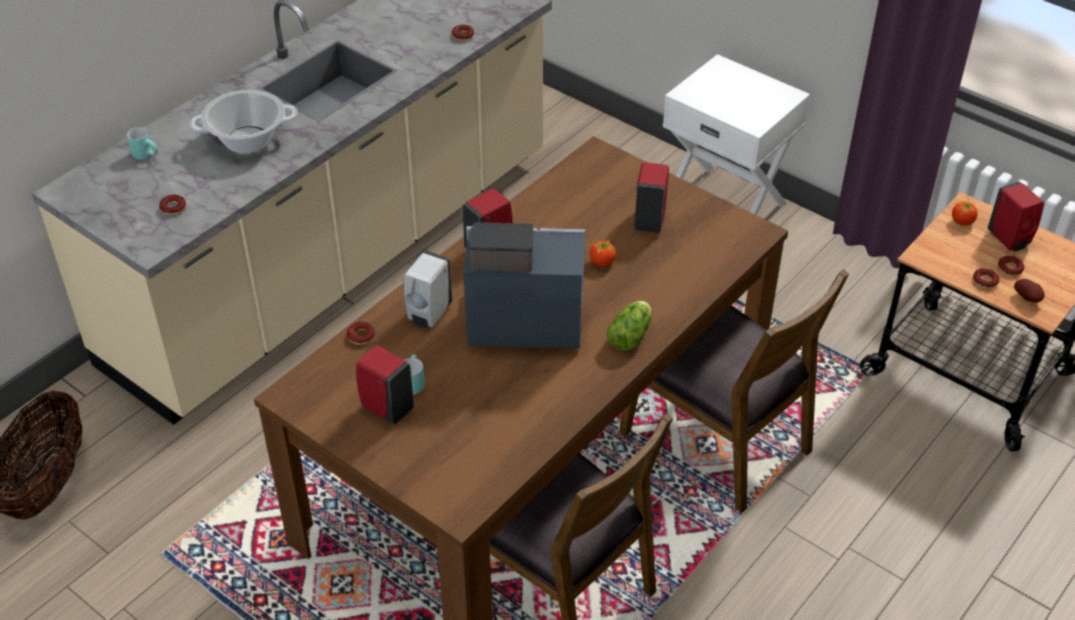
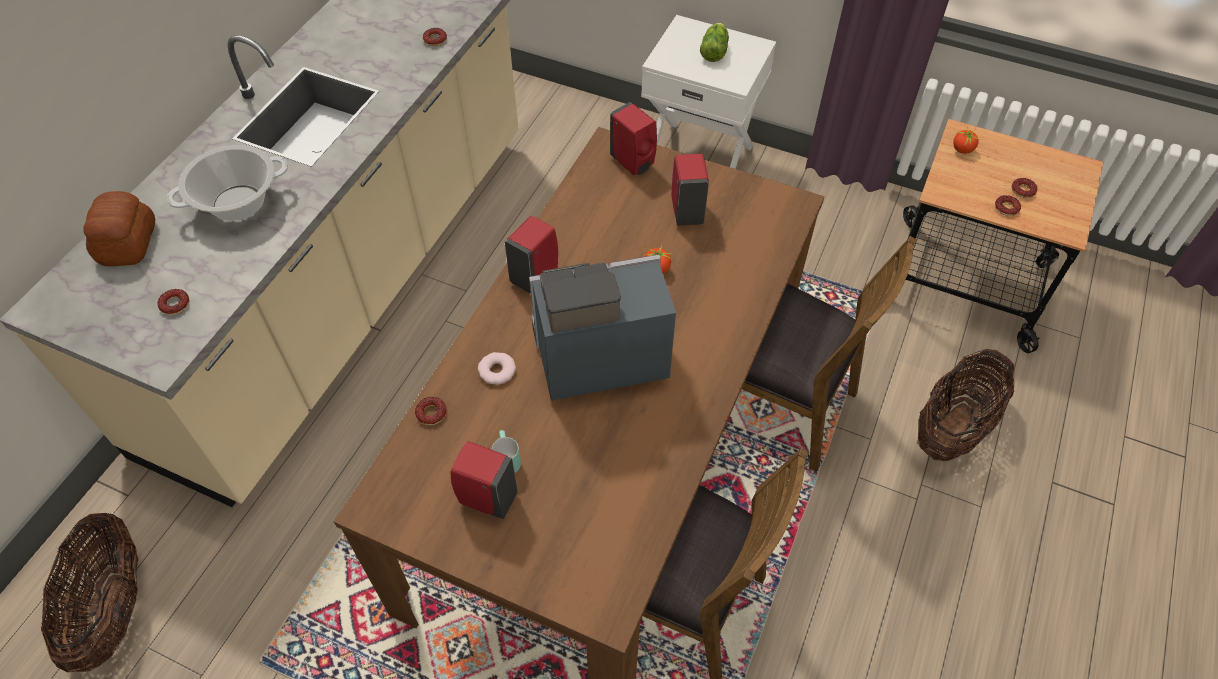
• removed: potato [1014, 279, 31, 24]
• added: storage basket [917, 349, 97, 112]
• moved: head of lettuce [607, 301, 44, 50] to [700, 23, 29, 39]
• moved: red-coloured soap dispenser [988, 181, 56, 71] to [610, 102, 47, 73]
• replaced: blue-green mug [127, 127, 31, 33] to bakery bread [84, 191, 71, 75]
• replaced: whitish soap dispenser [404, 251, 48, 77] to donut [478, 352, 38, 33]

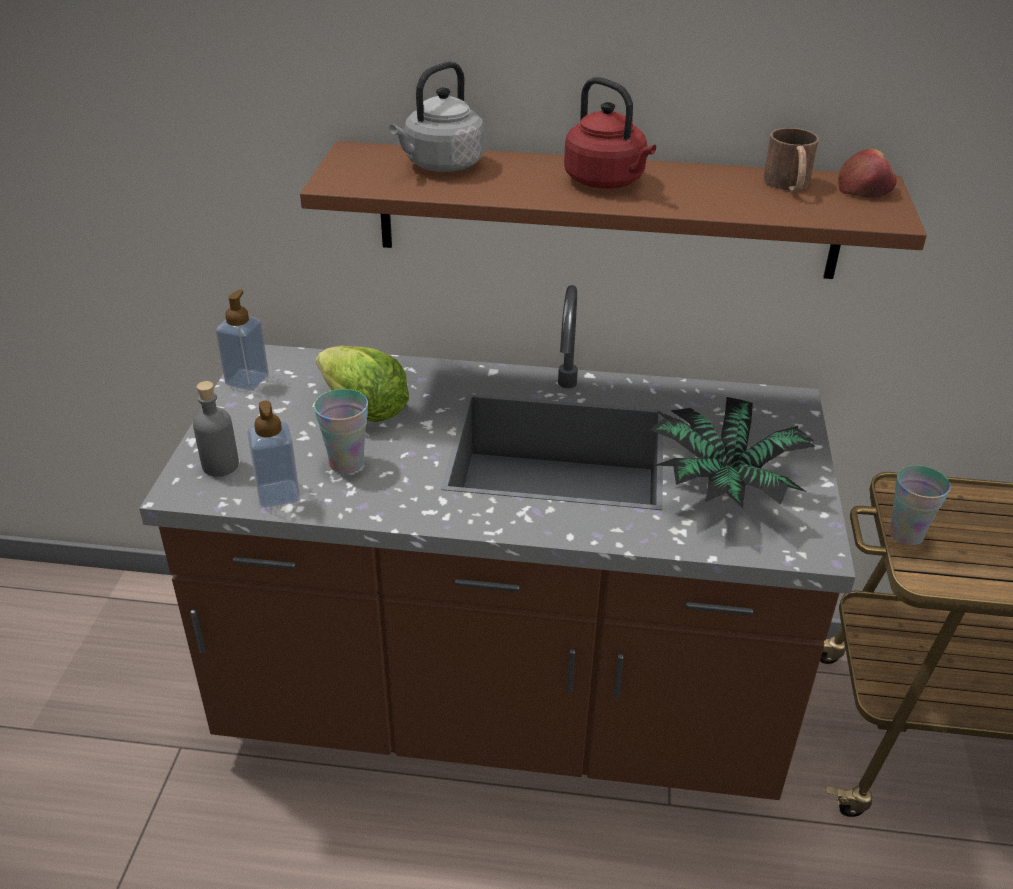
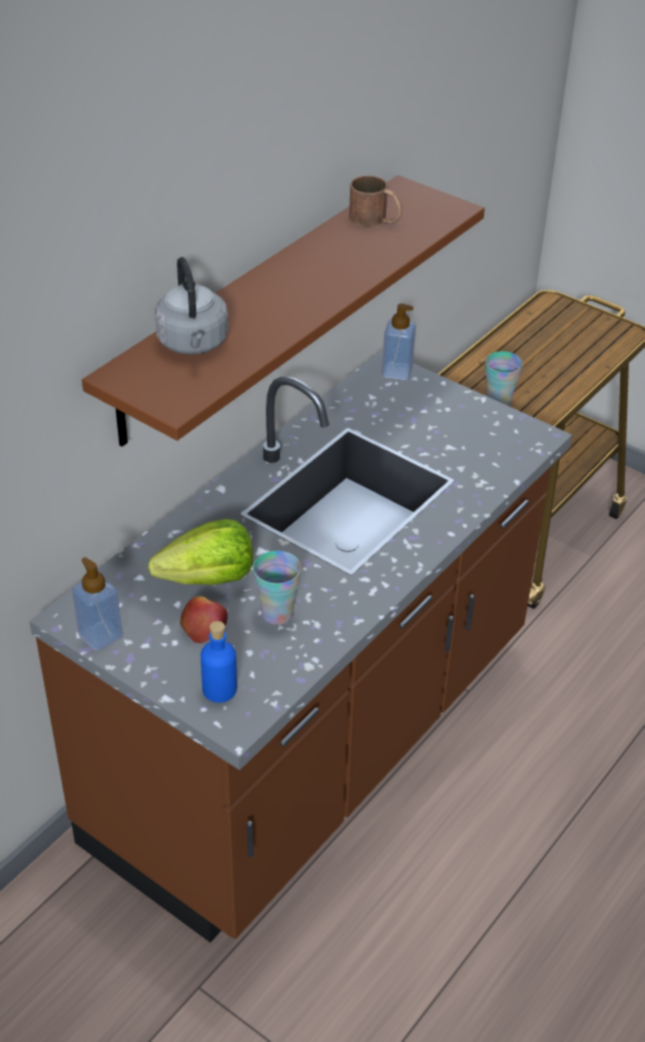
• removed: red-coloured water kettle [564, 77, 92, 111]
• removed: houseplant [649, 397, 166, 111]
• moved: soap dispenser [247, 401, 53, 106] to [382, 304, 34, 76]
• moved: apple fruit [838, 149, 59, 49] to [180, 596, 48, 47]
• recoloured: gray beverage bottle [193, 381, 46, 96] to blue beverage bottle [201, 621, 36, 82]

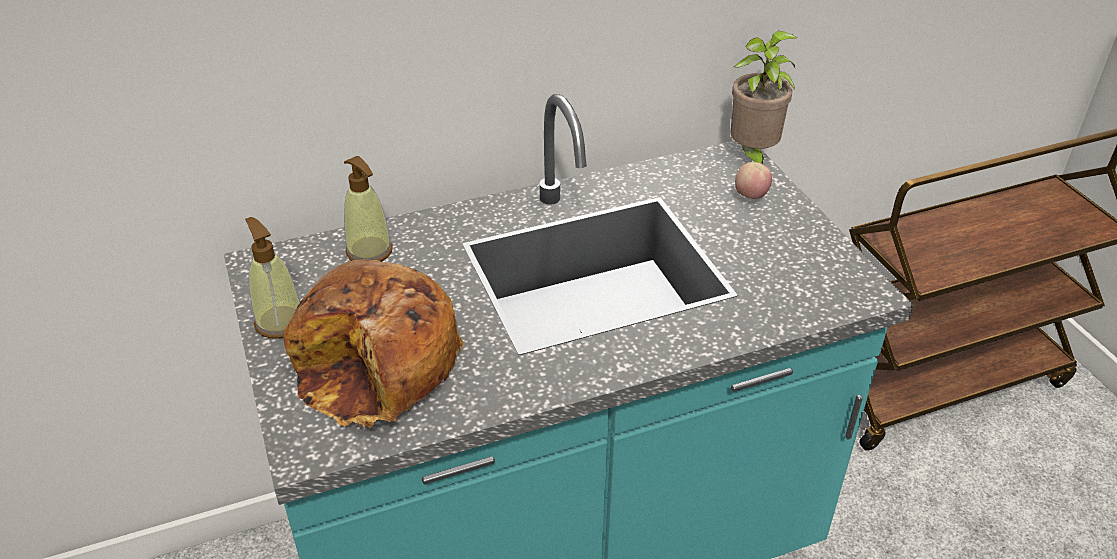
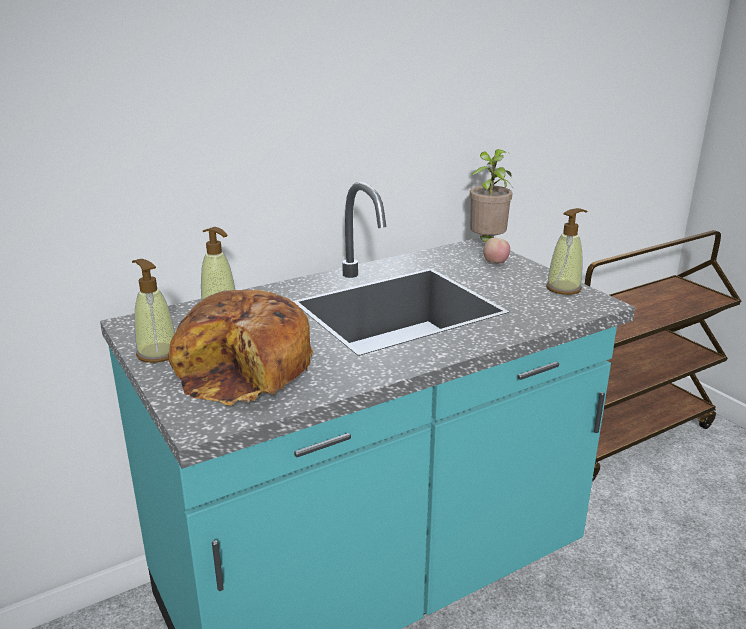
• added: soap dispenser [546, 208, 41, 87]

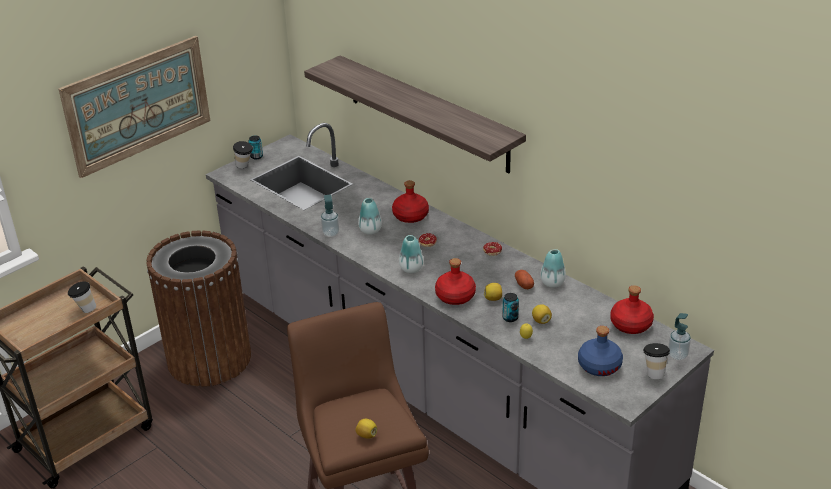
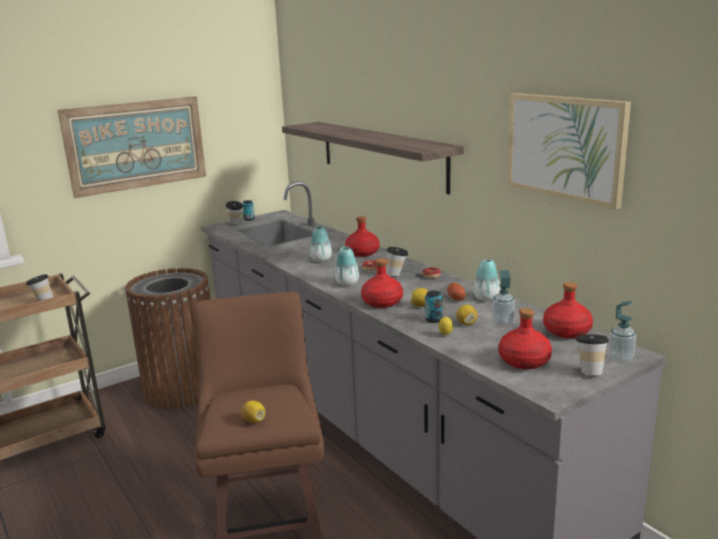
• added: small cup [386, 247, 22, 29]
• added: wall art [507, 93, 124, 116]
• moved: soap dispenser [321, 195, 18, 42] to [492, 270, 23, 55]
• recoloured: blue beverage bottle [578, 326, 45, 50] to red-coloured beverage bottle [498, 308, 54, 61]

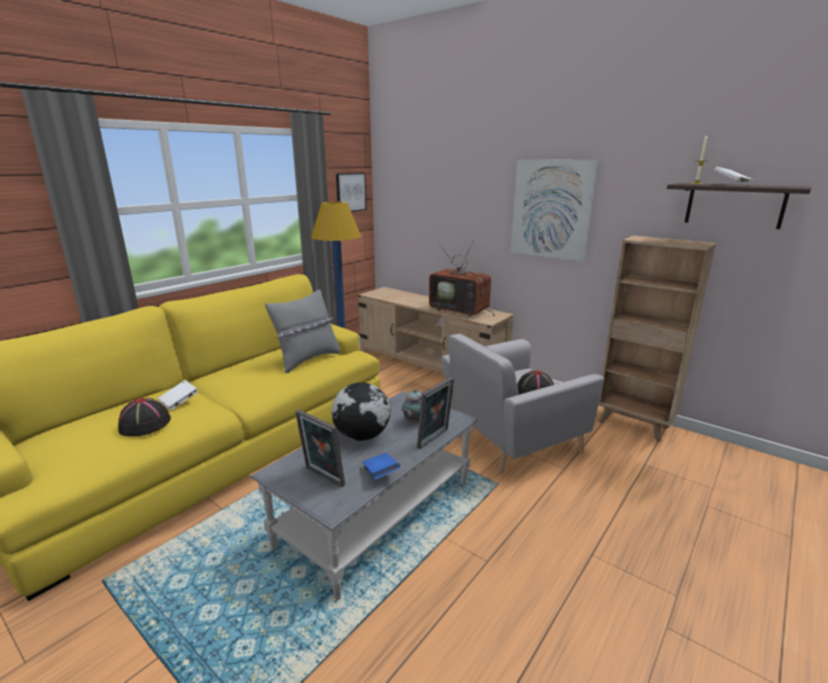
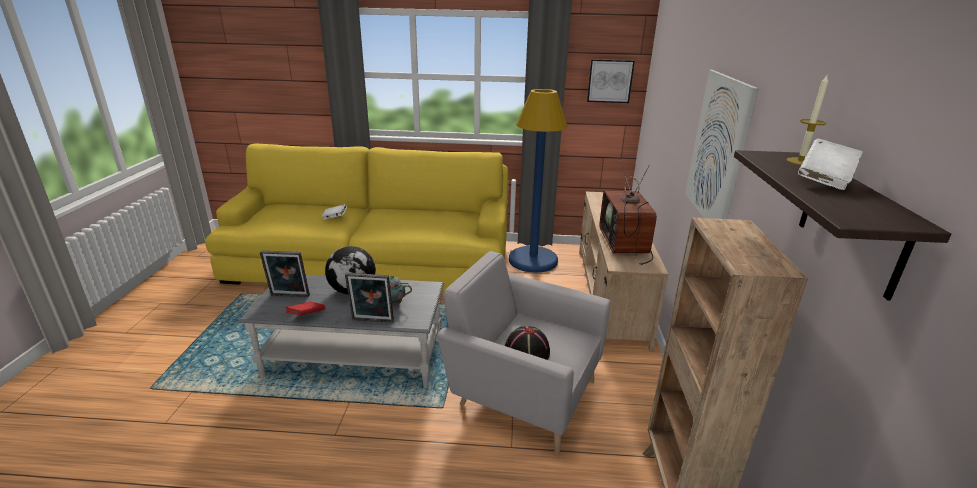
• removed: blackish hat [118, 398, 53, 38]
• removed: gray pillow [265, 289, 75, 84]
• recoloured: blue volume [362, 453, 38, 27] to red-coloured volume [285, 302, 40, 13]
• turned: standing frame [295, 410, 50, 77] = [260, 250, 50, 47] 90 degrees counterclockwise

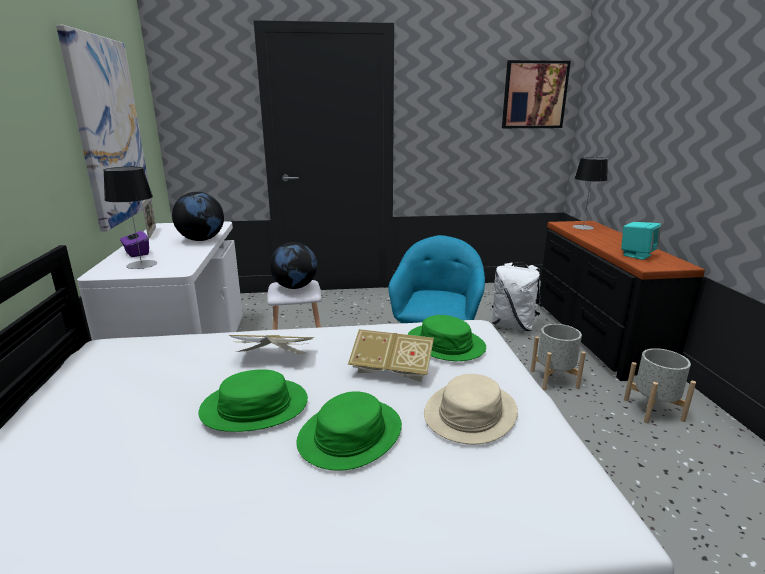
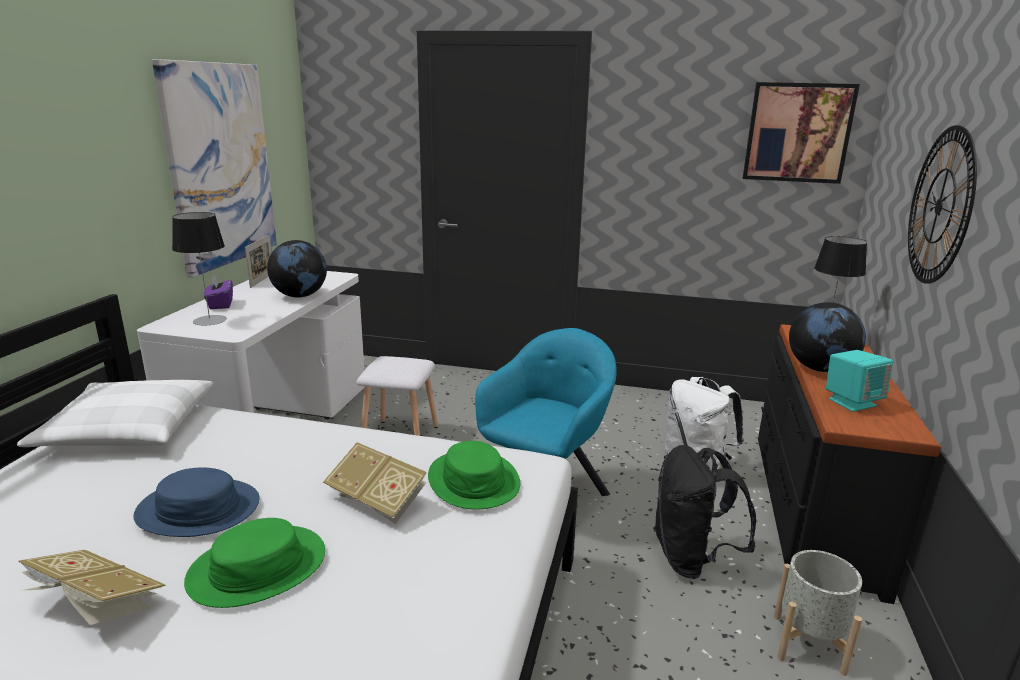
• removed: beige hat [424, 374, 94, 70]
• added: whitish pillow [17, 380, 196, 67]
• added: hanging clock [908, 125, 69, 159]
• moved: volume [229, 335, 85, 20] to [18, 550, 147, 75]
• moved: world globe [270, 242, 47, 47] to [789, 302, 77, 70]
• replaced: gray planter [531, 324, 55, 66] to blackish rucksack [653, 445, 103, 134]
• recoloured: greenish hat [198, 369, 110, 63] to blue hat [133, 467, 127, 70]

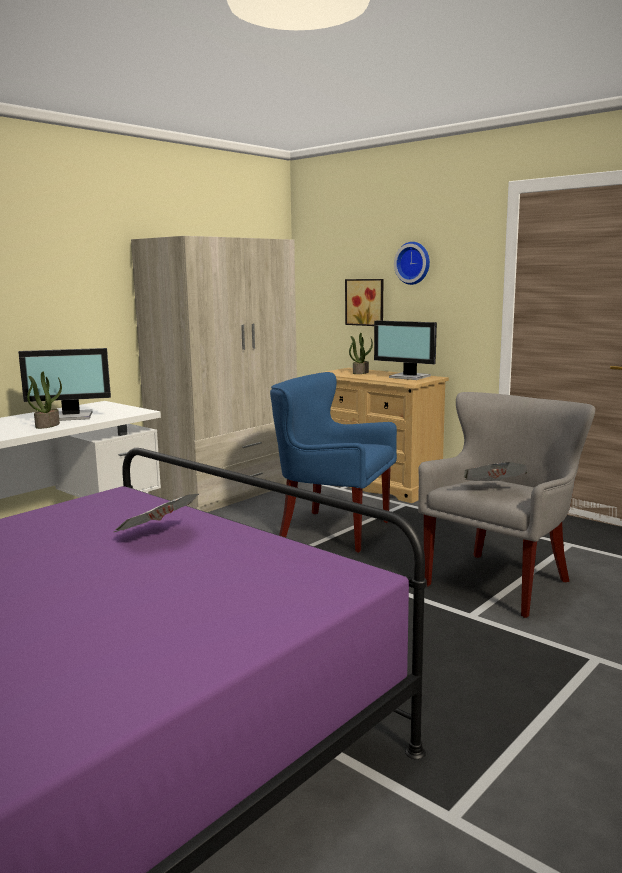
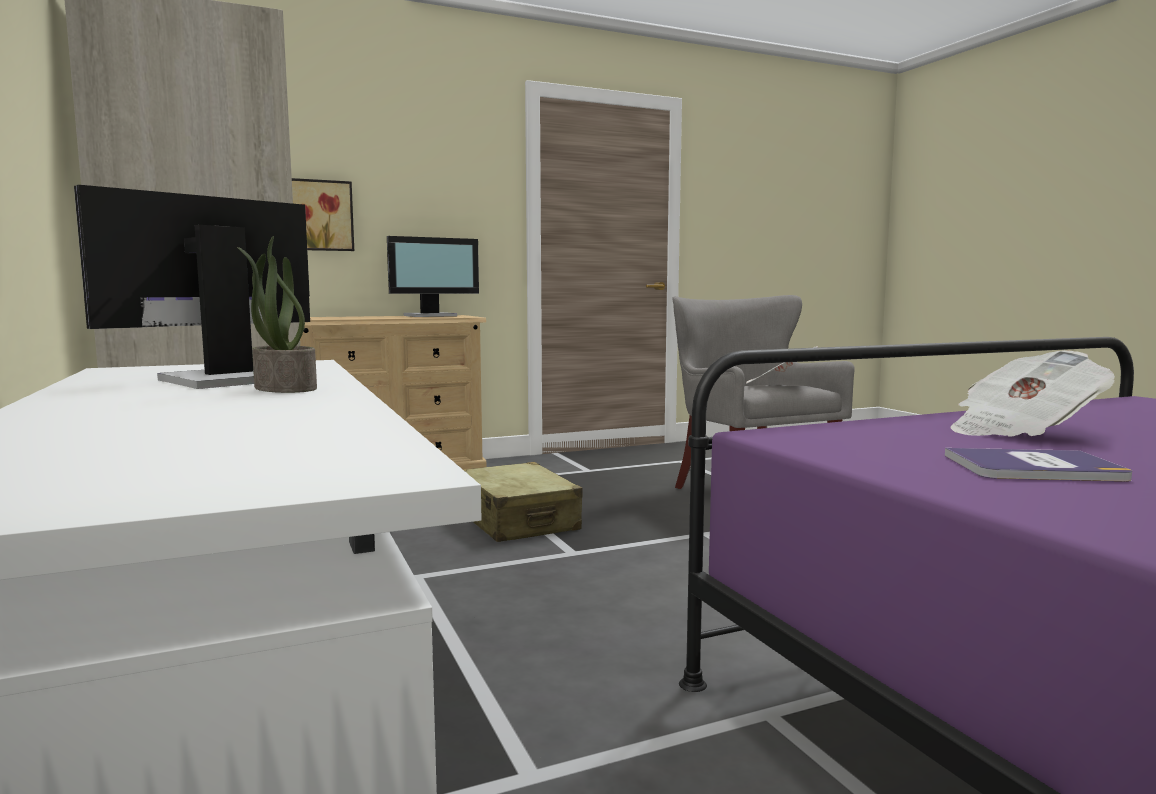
• removed: houseplant [349, 333, 24, 41]
• removed: hanging clock [394, 242, 36, 43]
• added: volume [945, 448, 188, 34]
• replaced: blue easy chair [270, 372, 127, 181] to beige piece of luggage [463, 462, 120, 80]
• turned: monitor [18, 348, 93, 73] = [74, 185, 236, 204] 150 degrees counterclockwise

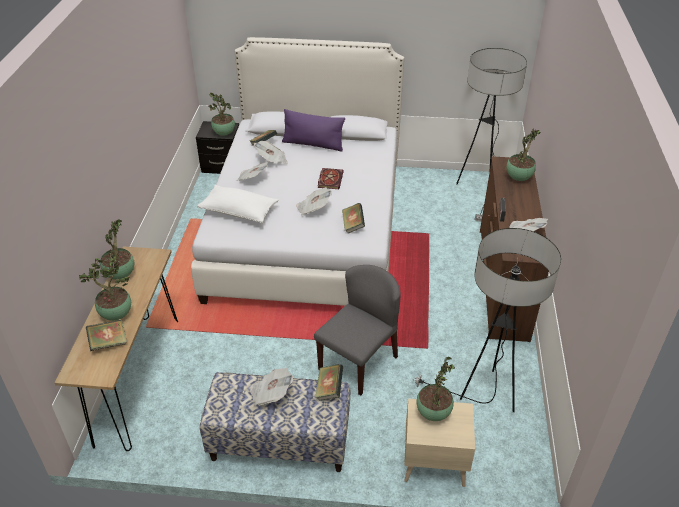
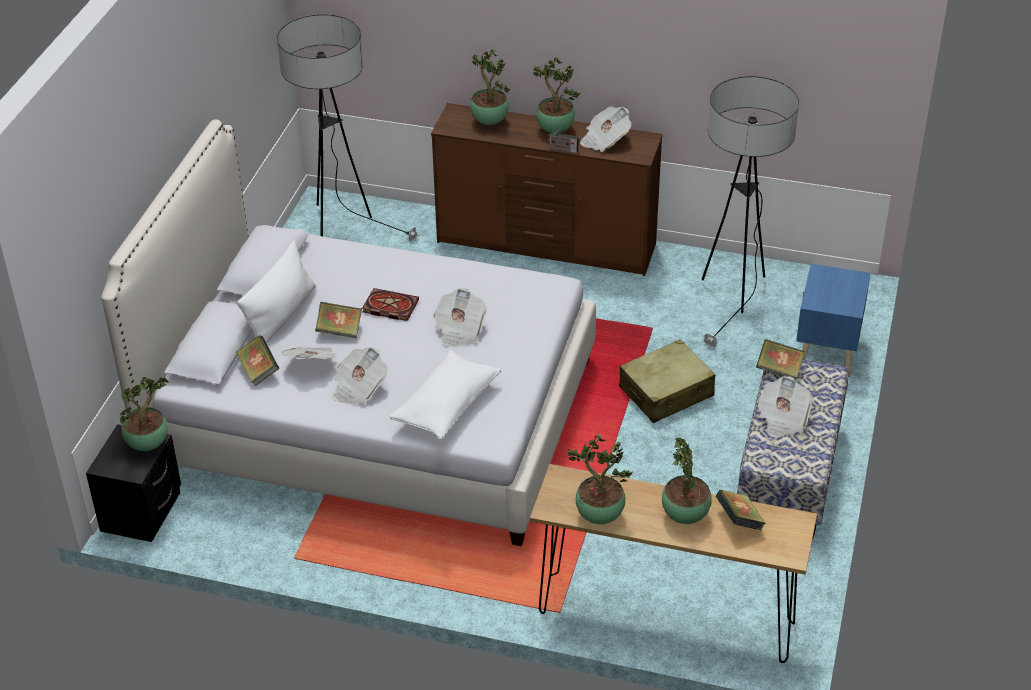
• moved: volume [342, 203, 23, 31] to [315, 302, 47, 36]
• moved: houseplant [416, 357, 39, 64] to [533, 57, 47, 77]
• replaced: gray plain chair [314, 265, 87, 130] to beige piece of luggage [619, 339, 96, 84]
• recoloured: purplish pillow [282, 109, 63, 42] to whitish pillow [237, 241, 79, 102]
• recoloured: beige night table [404, 399, 71, 88] to blue night table [796, 264, 75, 113]

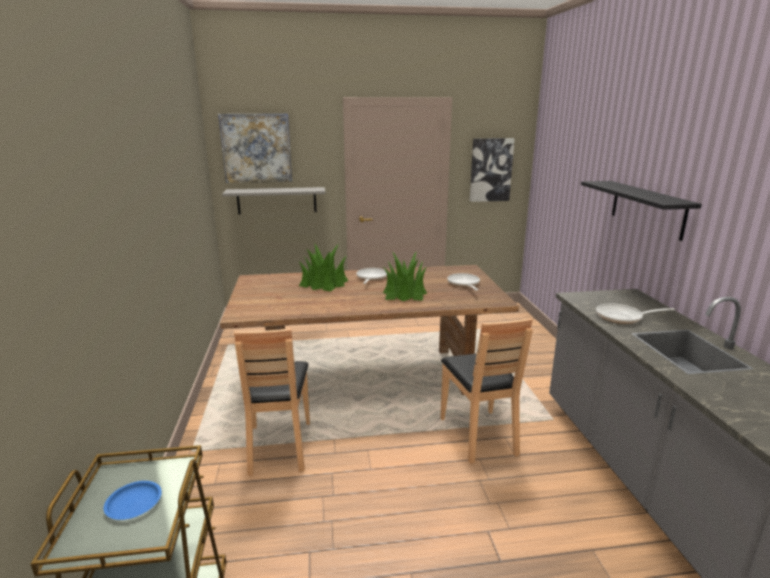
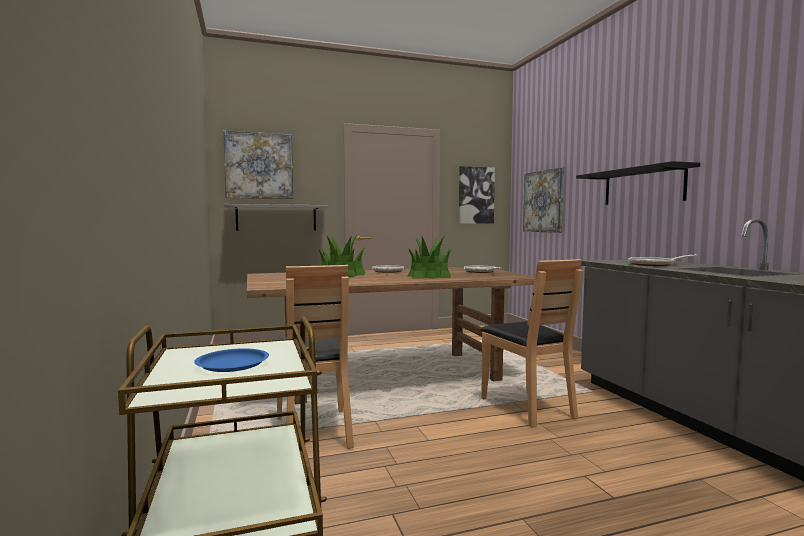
• added: wall art [523, 167, 41, 66]

